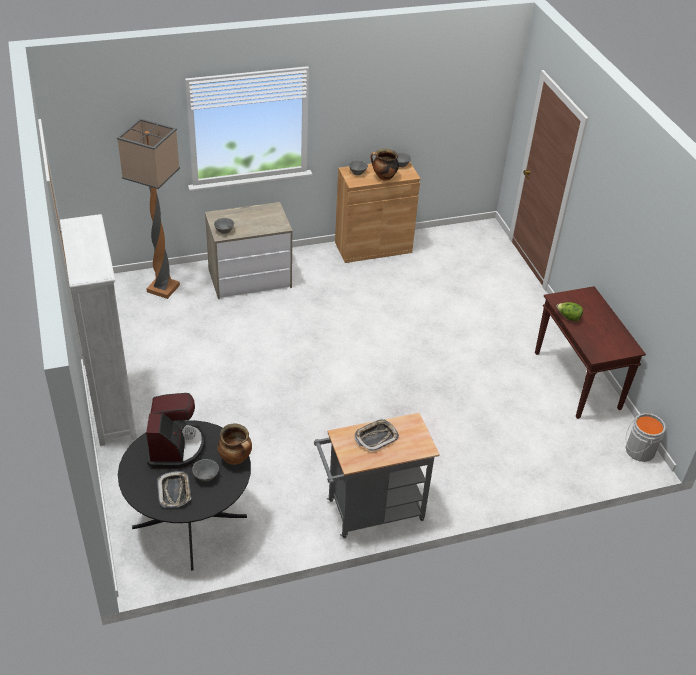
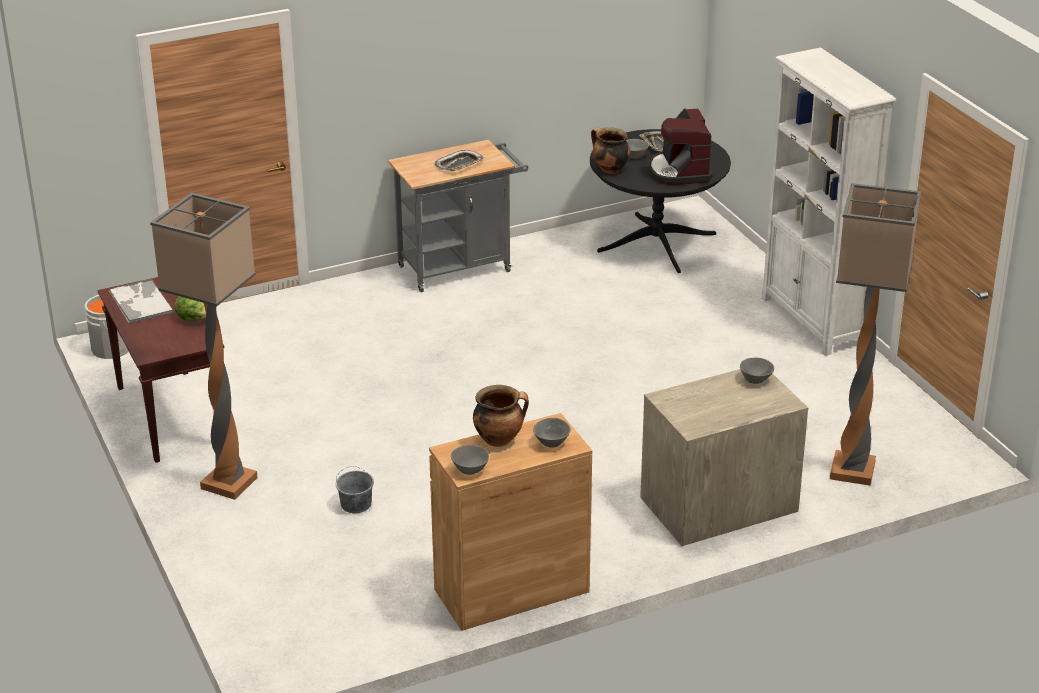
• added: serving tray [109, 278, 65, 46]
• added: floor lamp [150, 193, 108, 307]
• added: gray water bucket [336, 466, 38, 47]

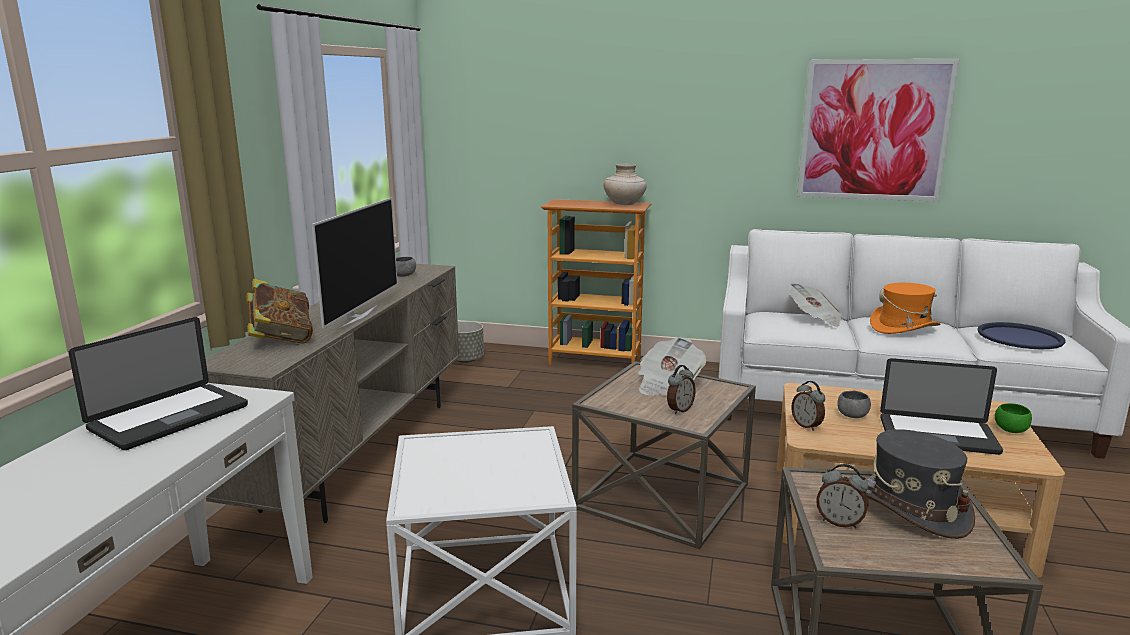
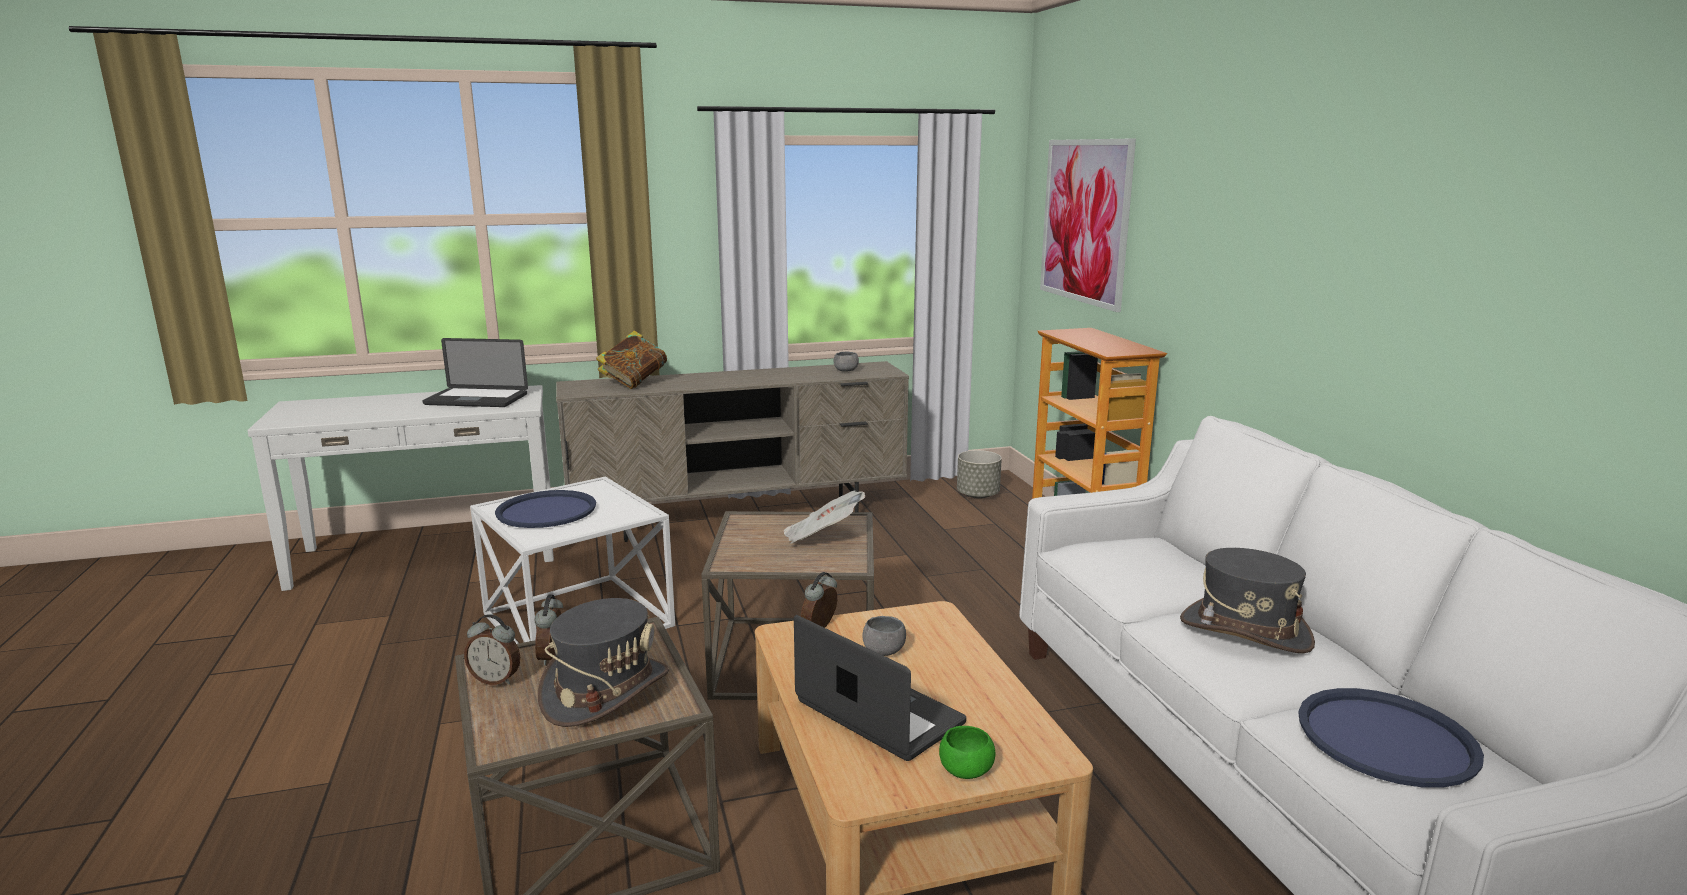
• removed: television [312, 198, 86, 132]
• removed: beige decorative vase [604, 164, 43, 41]
• removed: printed paper [789, 283, 54, 44]
• added: blue serving tray [495, 490, 101, 38]
• moved: bedside clock [667, 365, 29, 49] to [464, 614, 56, 71]
• moved: wall art [797, 59, 162, 143] to [1040, 139, 96, 173]
• recoloured: orange hat [870, 283, 70, 51] to gray hat [1180, 548, 135, 106]
• turned: portable computer [880, 358, 123, 97] = [794, 615, 172, 146] 150 degrees clockwise

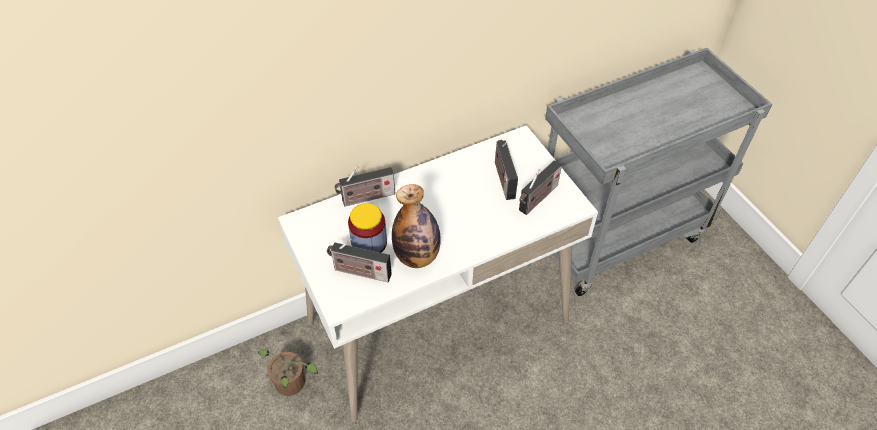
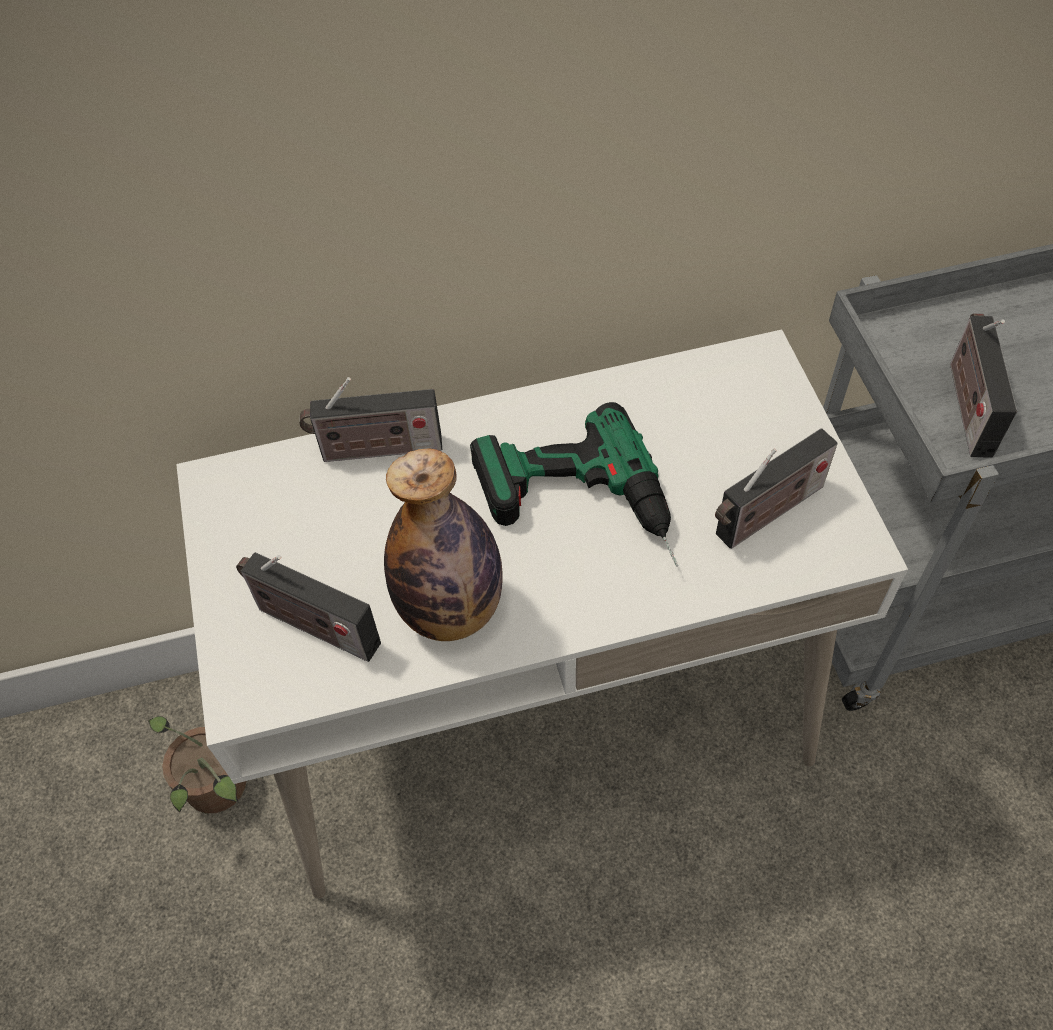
• removed: preserve jar [348, 203, 39, 50]
• added: drill [470, 402, 208, 165]
• moved: radio set [495, 140, 23, 60] to [950, 314, 67, 143]

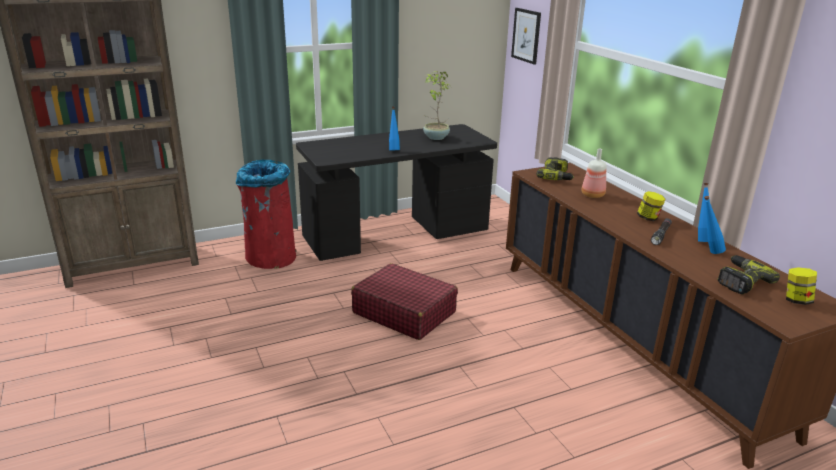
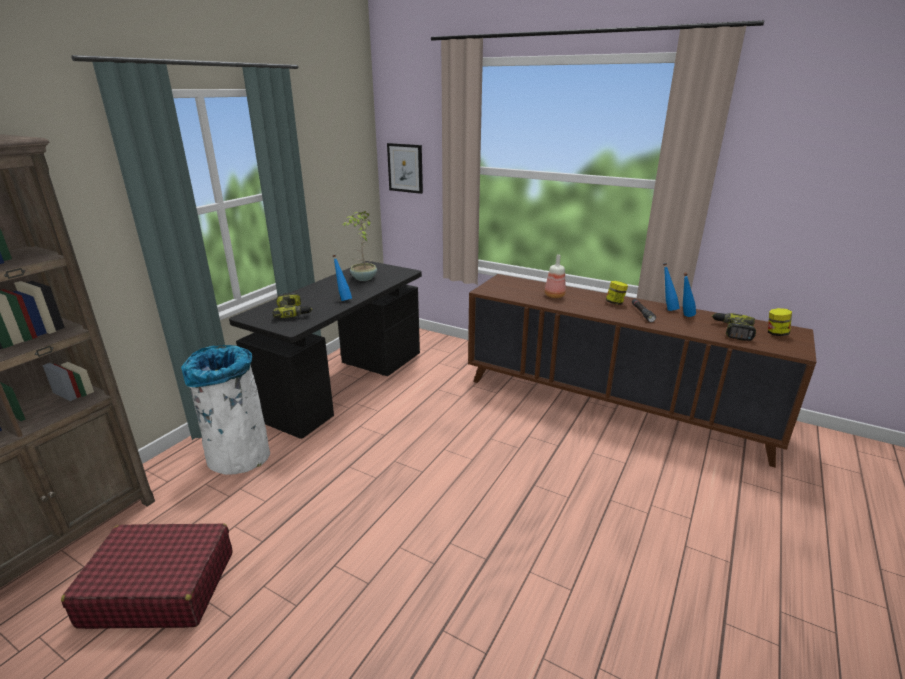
• moved: red-coloured piece of luggage [351, 263, 107, 77] to [61, 523, 171, 106]
• moved: drill [536, 157, 38, 23] to [273, 293, 39, 25]
• recoloured: red-coloured waste bin [236, 159, 61, 110] to whitish waste bin [181, 345, 89, 130]

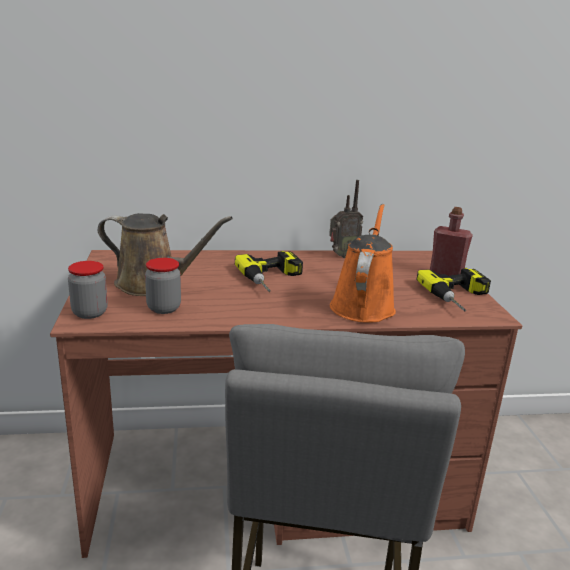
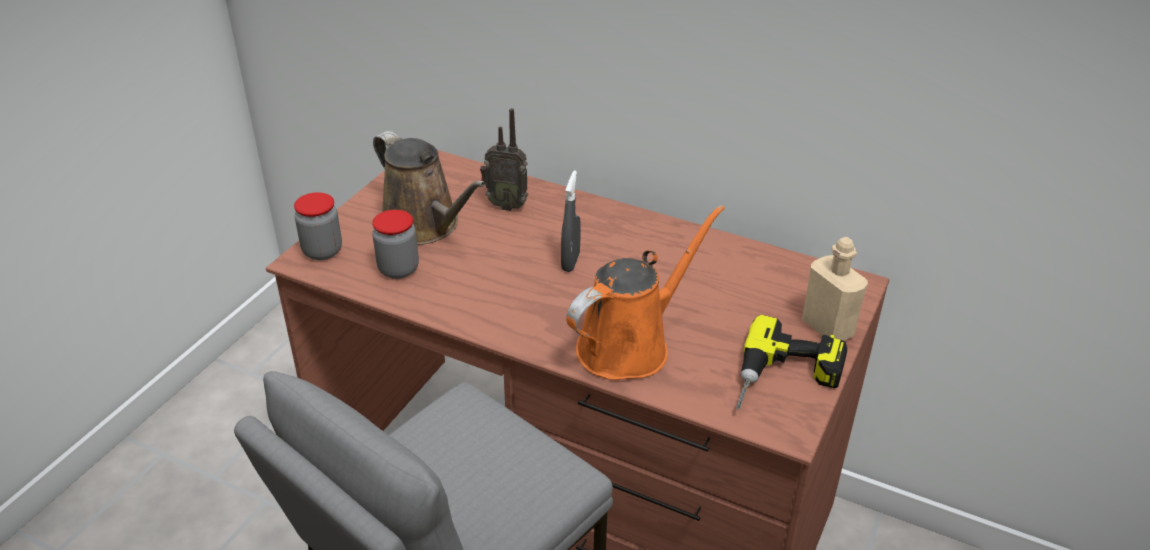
• moved: radio set [329, 180, 34, 78] to [480, 108, 48, 103]
• replaced: drill [235, 251, 68, 41] to gray sprayer [561, 171, 20, 101]
• recoloured: red-coloured beverage bottle [430, 207, 43, 69] to beige beverage bottle [802, 237, 66, 104]

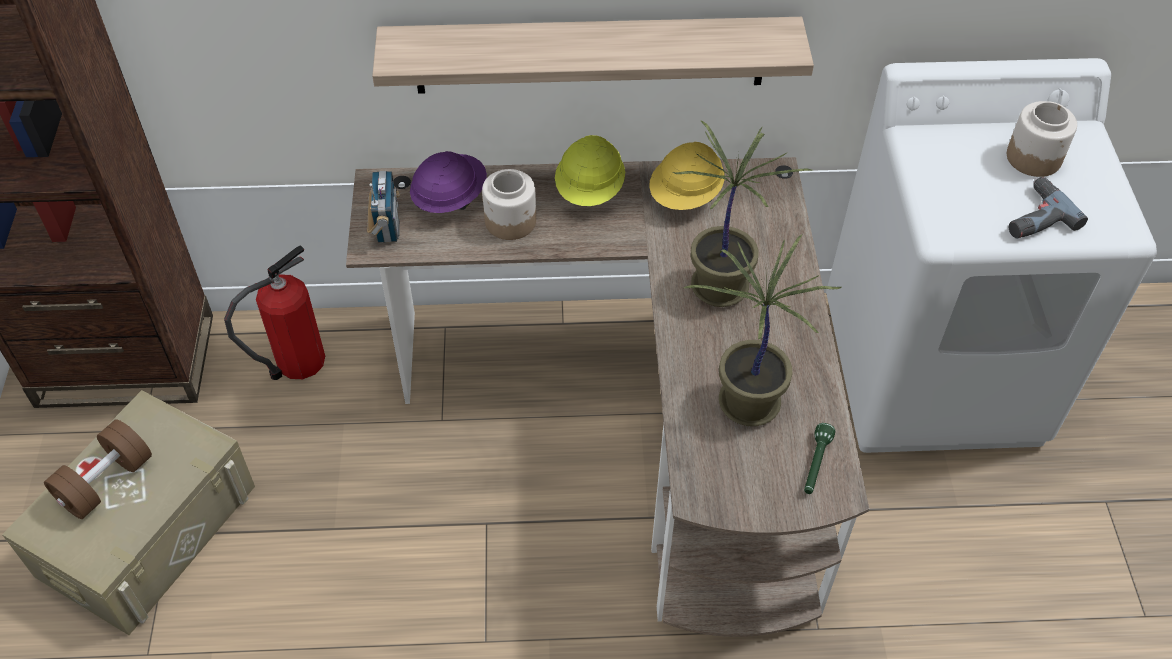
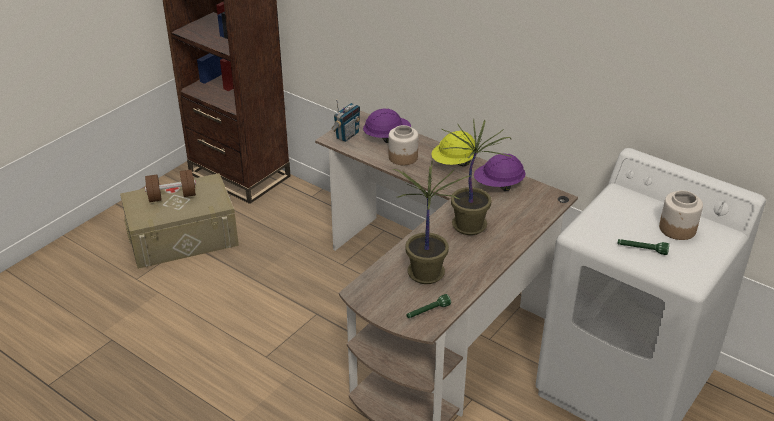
• removed: fire extinguisher [224, 245, 101, 135]
• removed: wall shelf [372, 17, 442, 77]
• replaced: drill [1009, 177, 79, 61] to greenish torch [618, 239, 51, 16]
• recoloured: yellowish work helmet [649, 142, 76, 68] to purplish work helmet [474, 154, 52, 37]

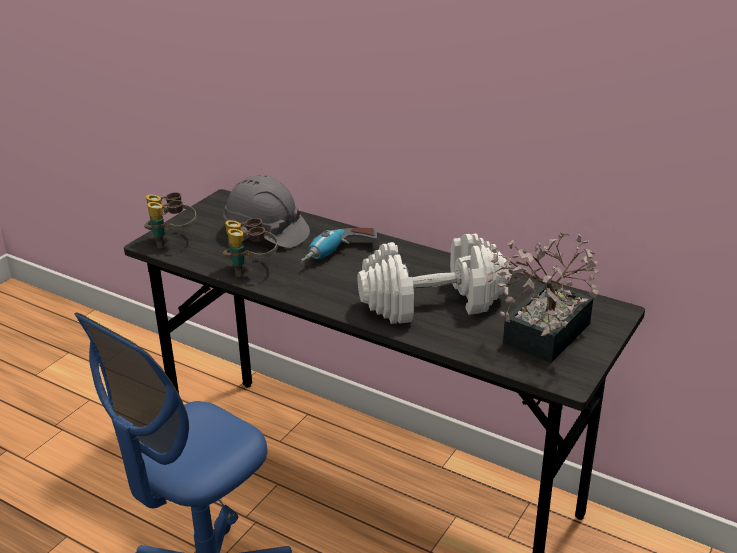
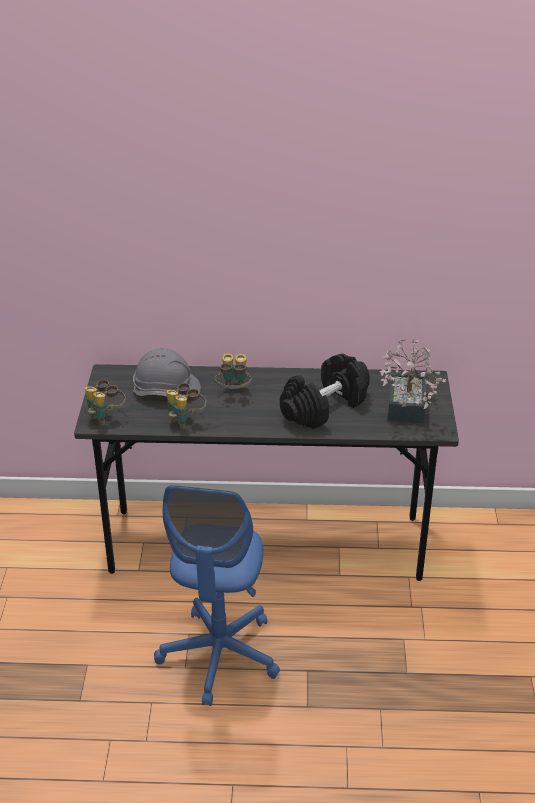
• replaced: drill [300, 228, 77, 35] to field glasses [215, 353, 37, 36]
• recoloured: whitish hand weight [358, 234, 151, 90] to blackish hand weight [280, 354, 90, 75]

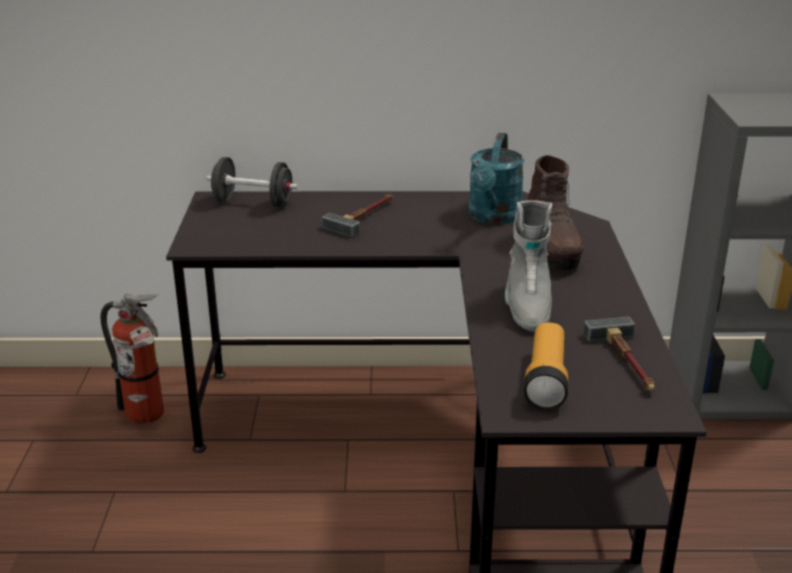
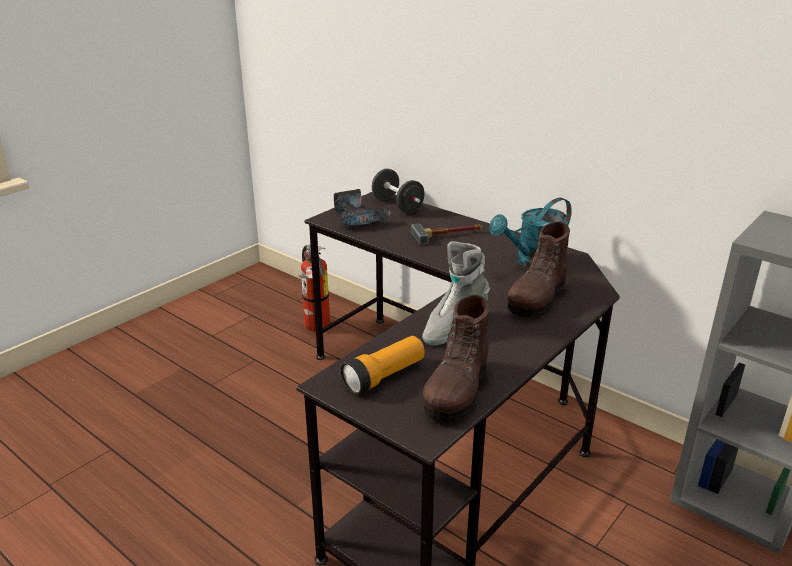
• added: drill [334, 189, 58, 38]
• replaced: tool hammer [583, 317, 72, 74] to brown-coloured tall boot [423, 294, 67, 128]

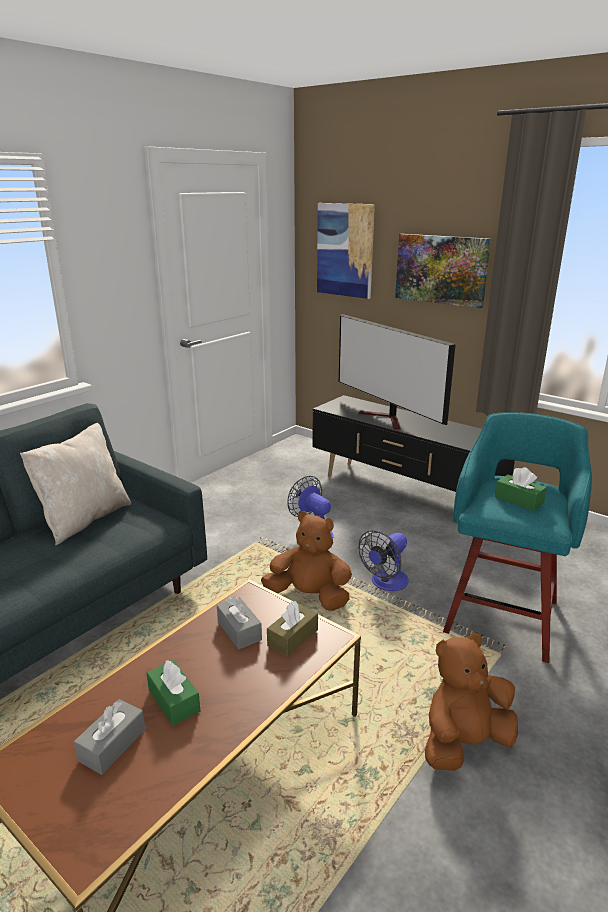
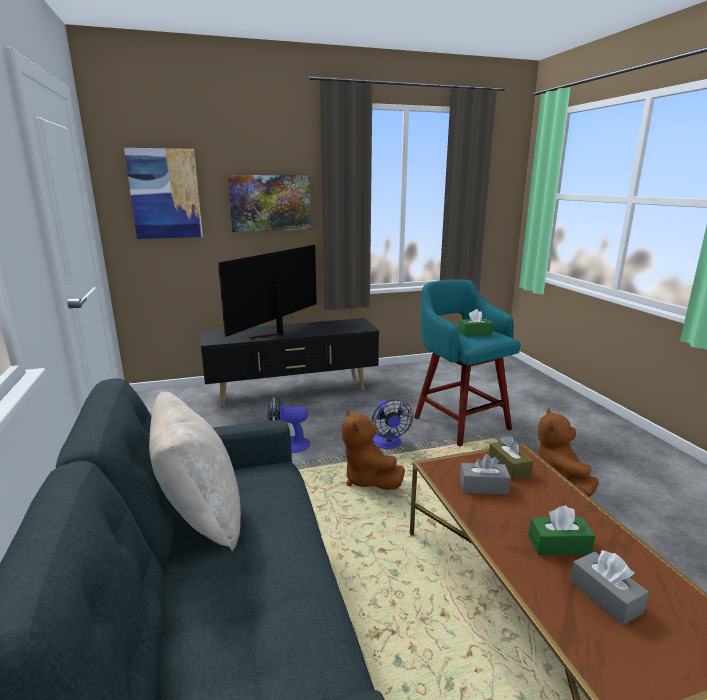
• turned: brown-coloured cuddly toy [261, 511, 91, 100] = [342, 409, 63, 81] 75 degrees counterclockwise
• turned: television [339, 314, 117, 115] = [218, 245, 99, 94] 120 degrees clockwise

